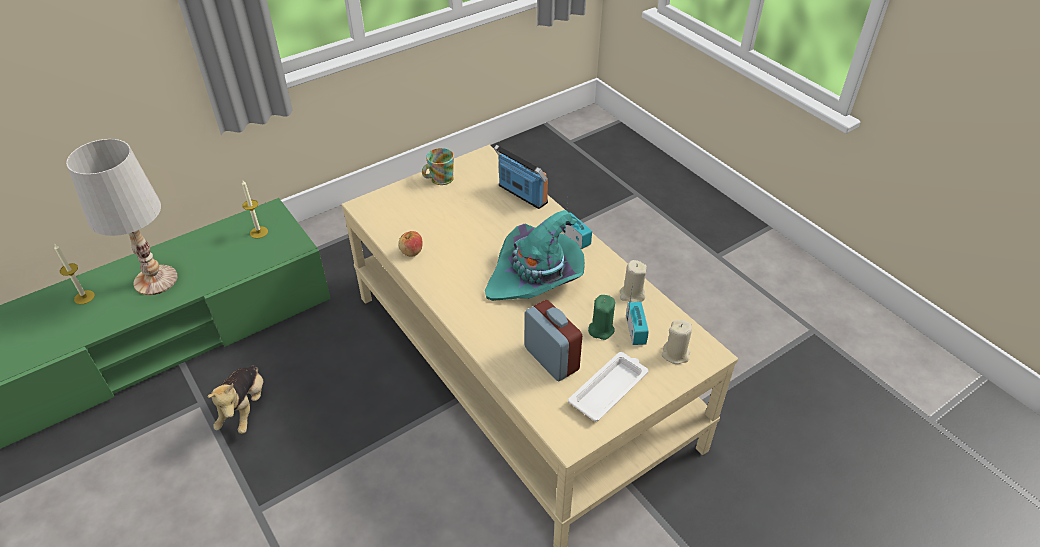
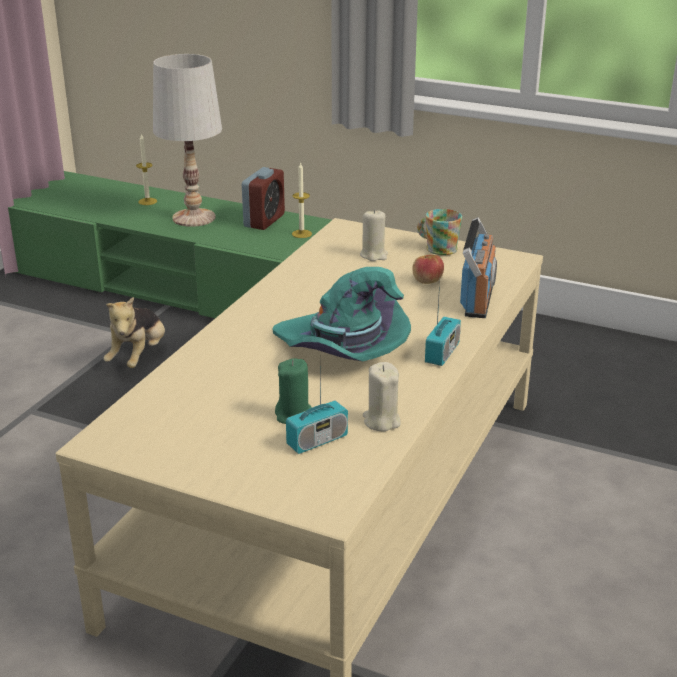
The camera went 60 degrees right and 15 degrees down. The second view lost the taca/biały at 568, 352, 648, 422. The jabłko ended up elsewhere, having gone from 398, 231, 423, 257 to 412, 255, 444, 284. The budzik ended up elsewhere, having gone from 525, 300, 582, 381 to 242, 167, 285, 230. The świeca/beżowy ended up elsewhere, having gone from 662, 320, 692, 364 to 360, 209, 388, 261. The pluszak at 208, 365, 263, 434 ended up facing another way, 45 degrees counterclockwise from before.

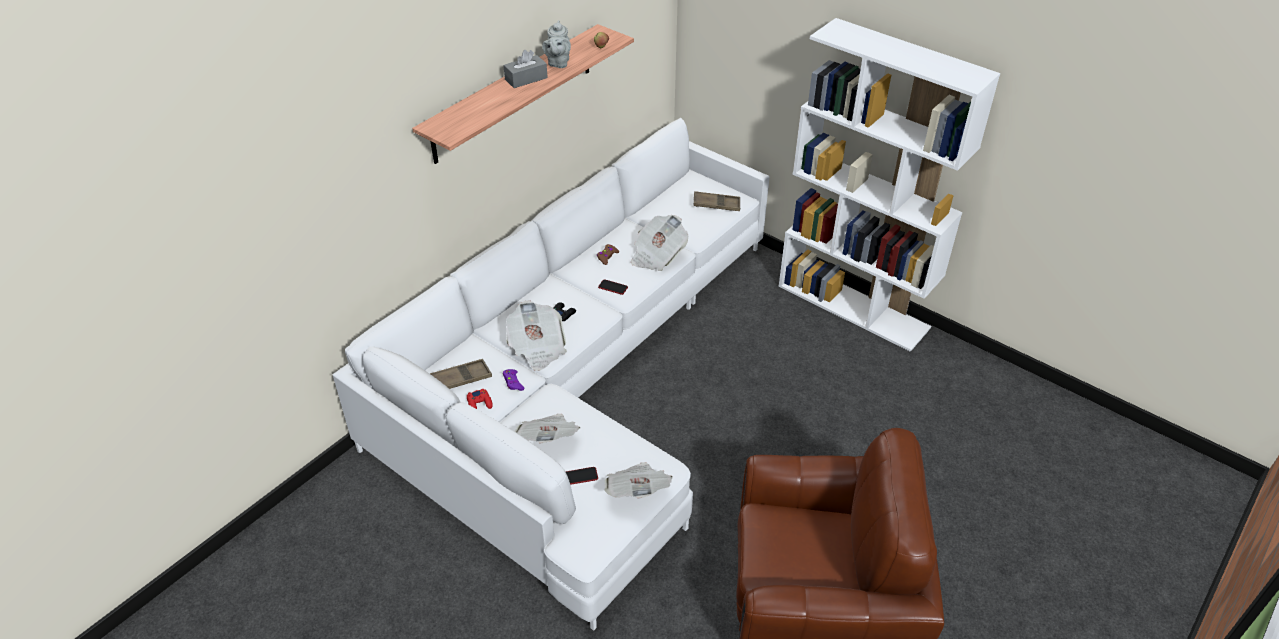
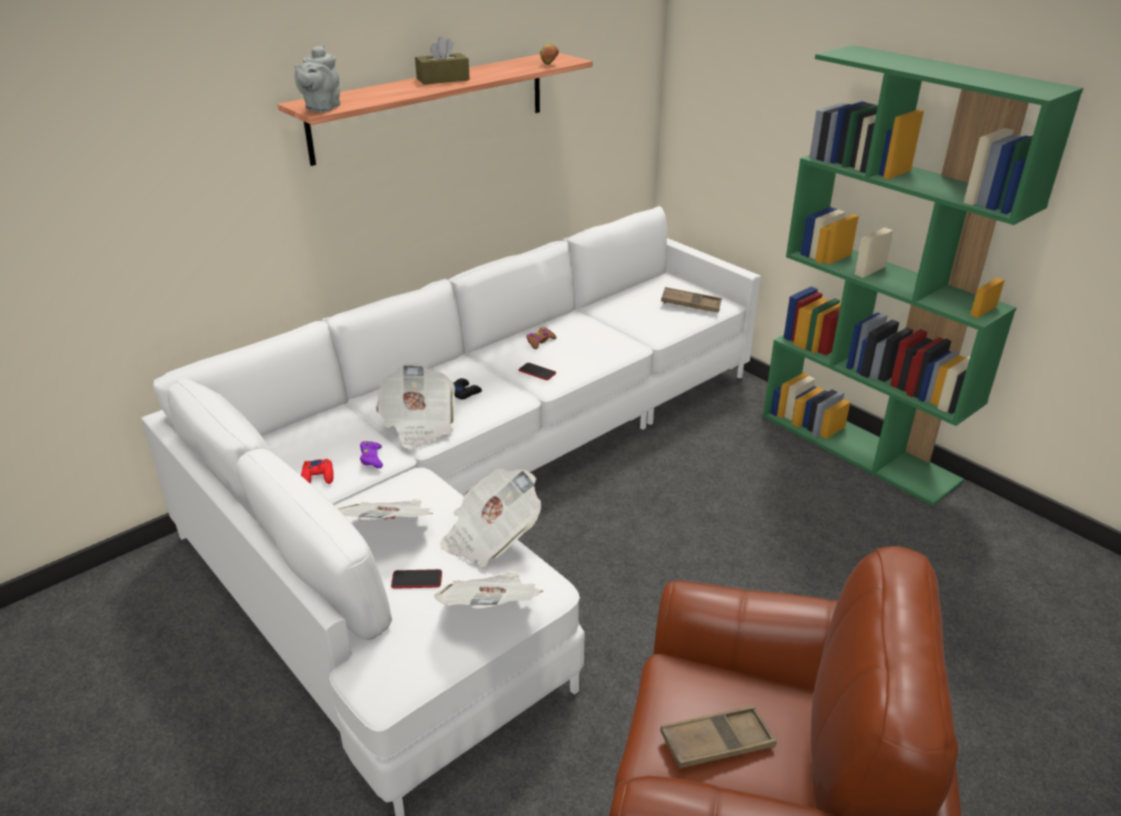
The camera went 10 degrees right and 10 degrees down. The taca/brązowy ended up elsewhere, having gone from 430, 359, 492, 389 to 660, 706, 777, 769. The imbryk/szary ended up elsewhere, having gone from 542, 20, 571, 68 to 294, 45, 340, 112. The gazeta ended up elsewhere, having gone from 631, 215, 688, 271 to 440, 469, 541, 566. What was the pudełko chusteczek/szary at 503, 50, 548, 88 turned into the pudełko chusteczek/brązowy at 415, 36, 470, 85. What was the regał/biały at 778, 18, 1001, 352 turned into the regał/zielony at 763, 45, 1083, 506.

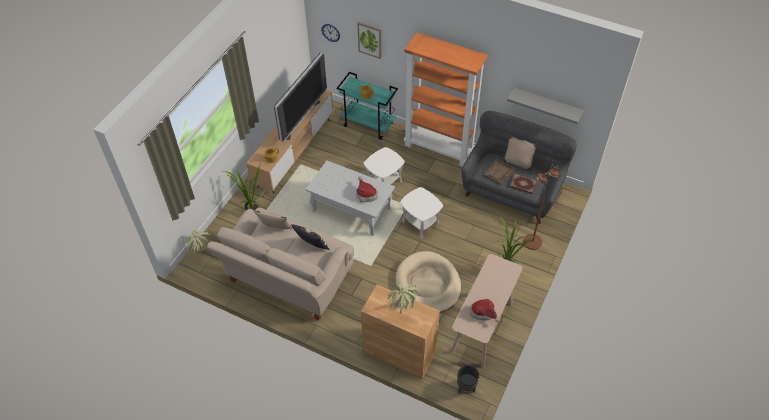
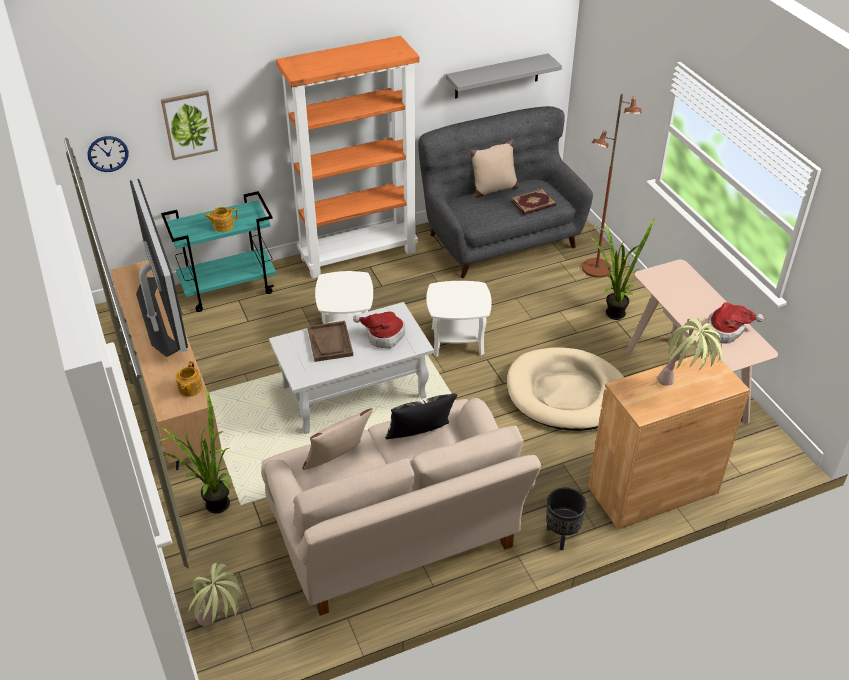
The camera went 50 degrees left and 10 degrees down. The donica/czarny ended up elsewhere, having gone from 457, 365, 479, 394 to 546, 488, 587, 550. The taca/brązowy ended up elsewhere, having gone from 484, 159, 515, 185 to 308, 321, 353, 362.

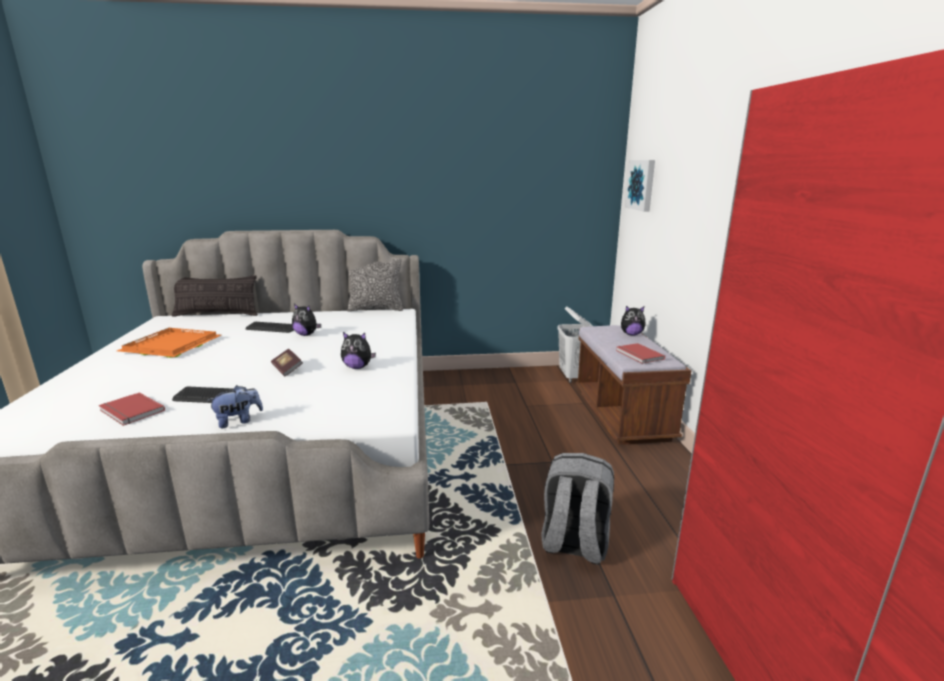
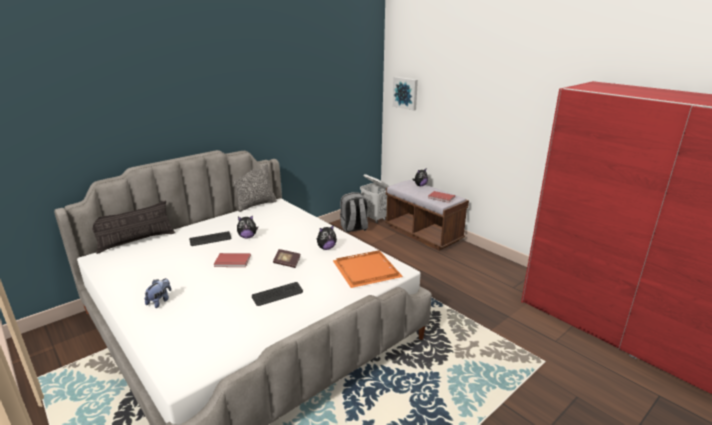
The camera went 35 degrees left and 5 degrees up. The książka/czerwony ended up elsewhere, having gone from 99, 393, 165, 426 to 214, 253, 251, 267. The taca/pomarańczowy ended up elsewhere, having gone from 117, 328, 221, 358 to 333, 250, 403, 288. The pluszak ended up elsewhere, having gone from 207, 385, 263, 428 to 144, 278, 171, 308. The plecak/szary ended up elsewhere, having gone from 541, 453, 614, 565 to 340, 192, 368, 233.

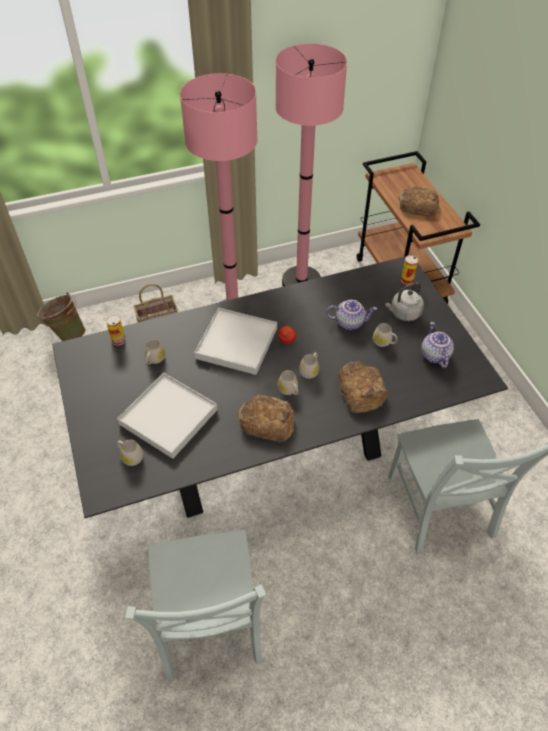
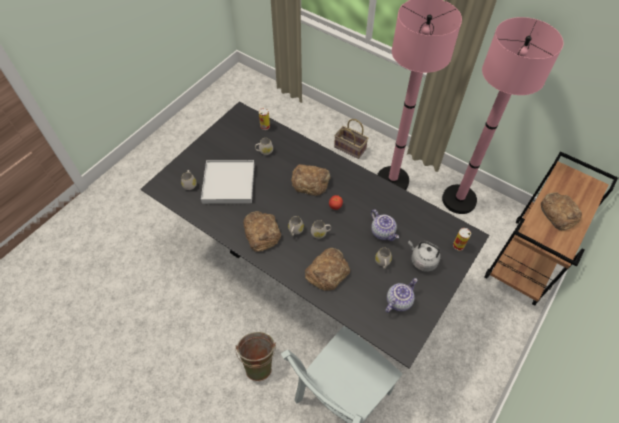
The camera went 55 degrees right and 5 degrees up. The second view lost the krzesło/szary at 125, 530, 266, 680. The wiadro/zielony ended up elsewhere, having gone from 38, 292, 86, 341 to 235, 332, 276, 381. Where the taca/biały stood at 194, 308, 277, 375, the chleb came to stand at 291, 164, 331, 196.

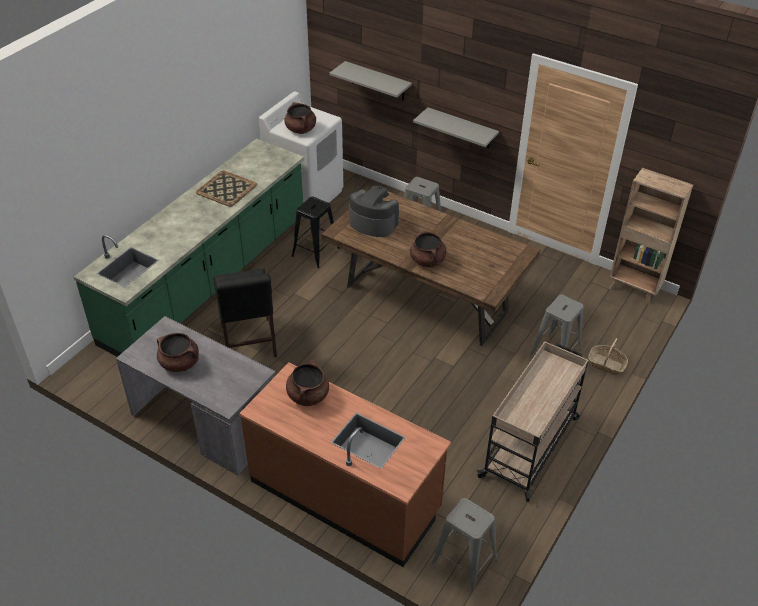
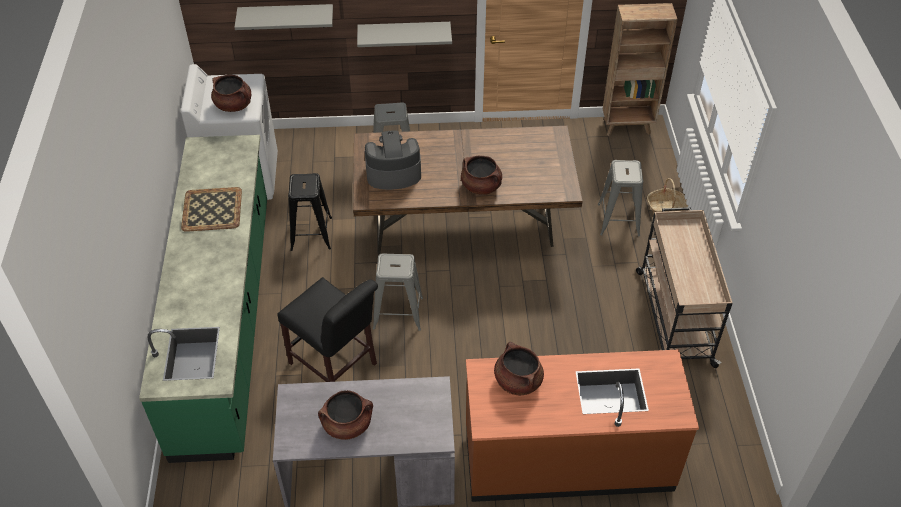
The camera went 35 degrees left and 5 degrees up. The stołek/szary ended up elsewhere, having gone from 431, 498, 498, 593 to 373, 253, 423, 331.

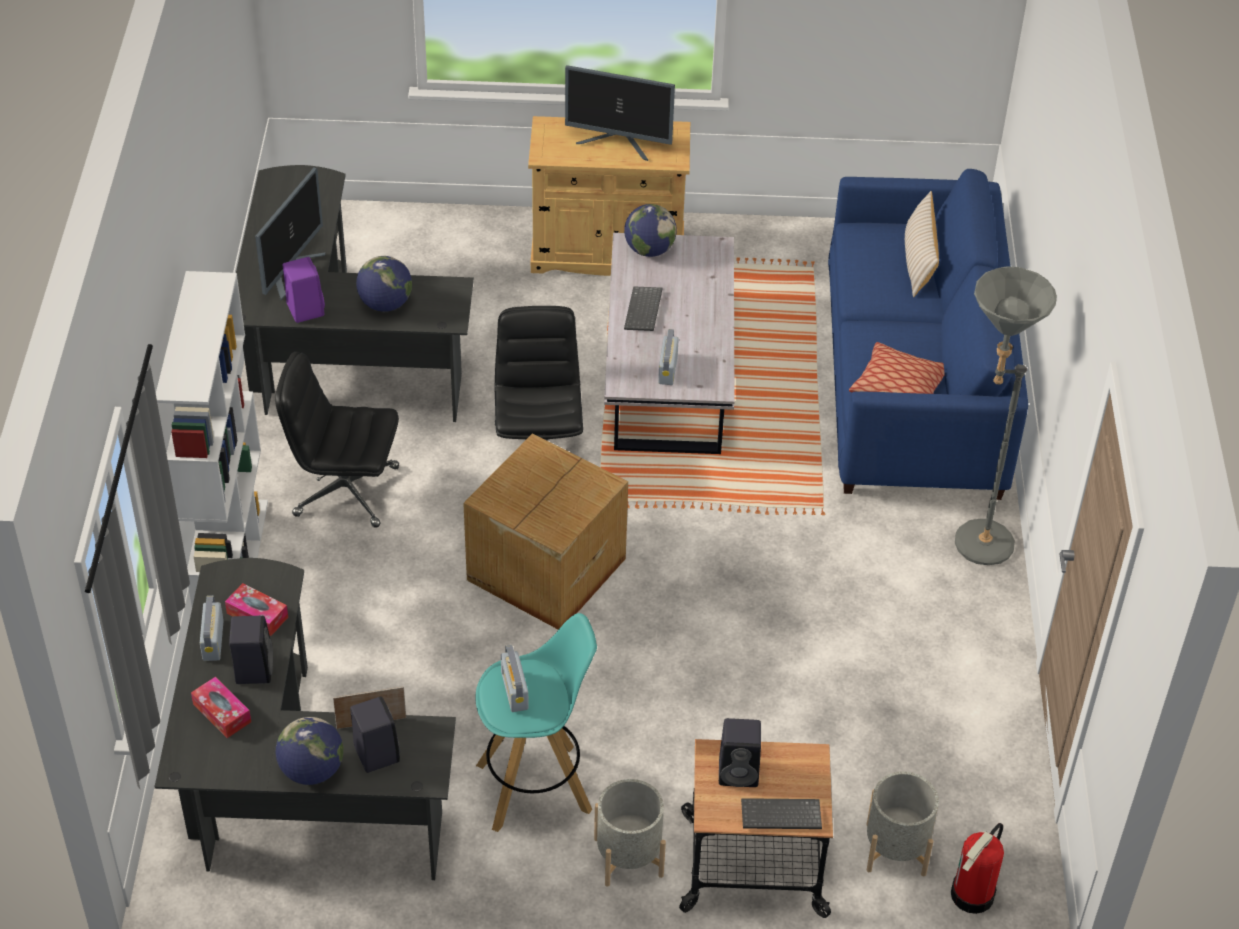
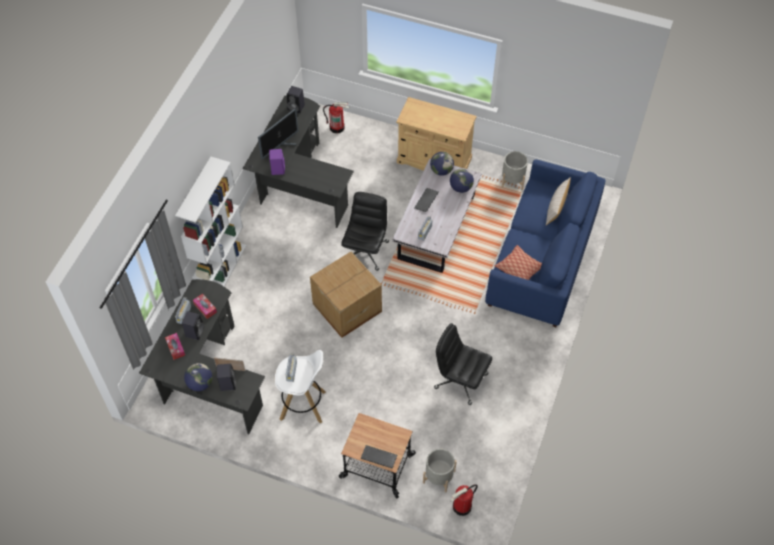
The camera went 20 degrees right and 10 degrees up. The second view lost the monitor at 565, 65, 675, 161. The second view lost the lampa stojąca/szary at 955, 266, 1057, 565. The second view gained the gaśnica at 323, 102, 349, 134. The krzesło biurowe/czarny ended up elsewhere, having gone from 275, 352, 399, 528 to 434, 323, 492, 405. The globus ended up elsewhere, having gone from 356, 256, 412, 312 to 450, 169, 474, 193. The donica/szary ended up elsewhere, having gone from 594, 779, 666, 887 to 502, 151, 528, 190. The głośnik/czarny ended up elsewhere, having gone from 719, 718, 761, 787 to 287, 86, 305, 113. What was the stołek/turkusowy at 476, 613, 597, 832 turned into the stołek/biały at 275, 350, 326, 424.

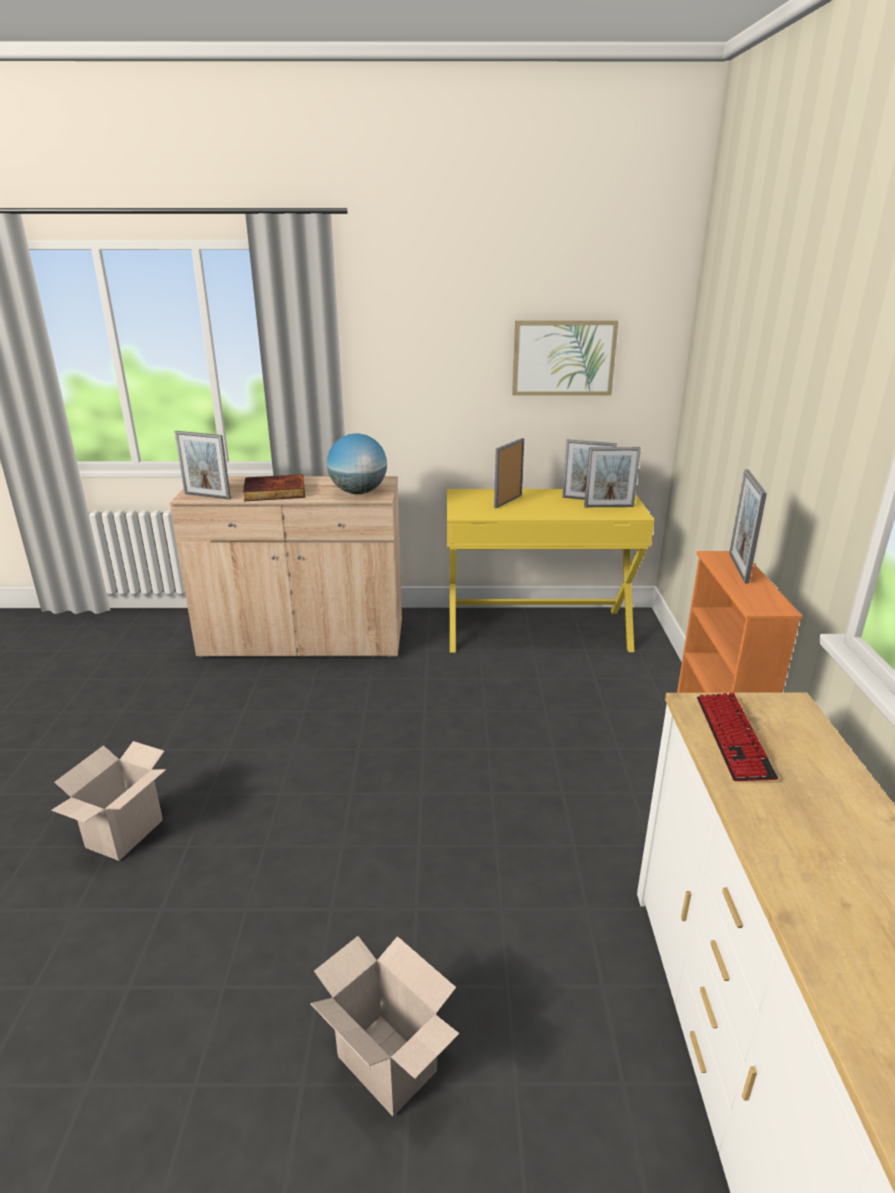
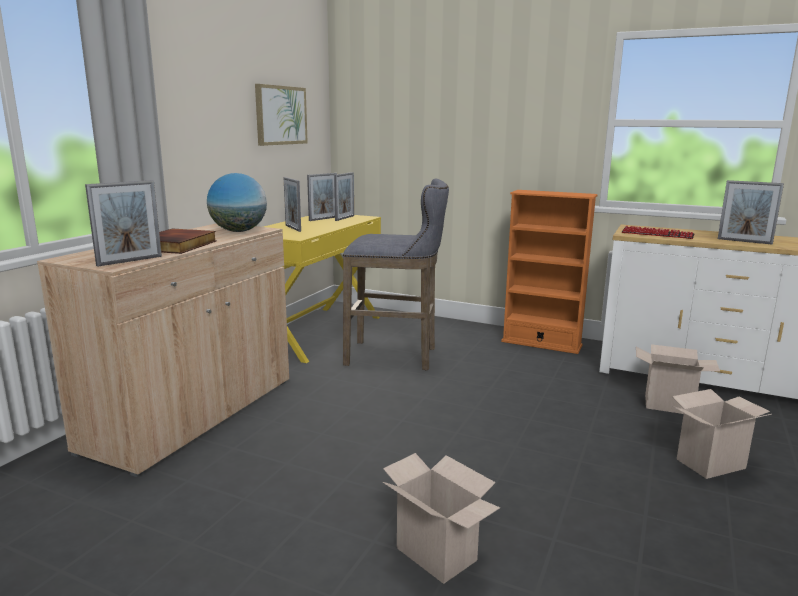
The camera went 65 degrees left and 10 degrees down. The second view gained the stołek/szary at 343, 178, 449, 371. The second view gained the karton at 636, 344, 720, 414. The ramka na zdjęcie ended up elsewhere, having gone from 729, 469, 767, 584 to 718, 180, 784, 245.

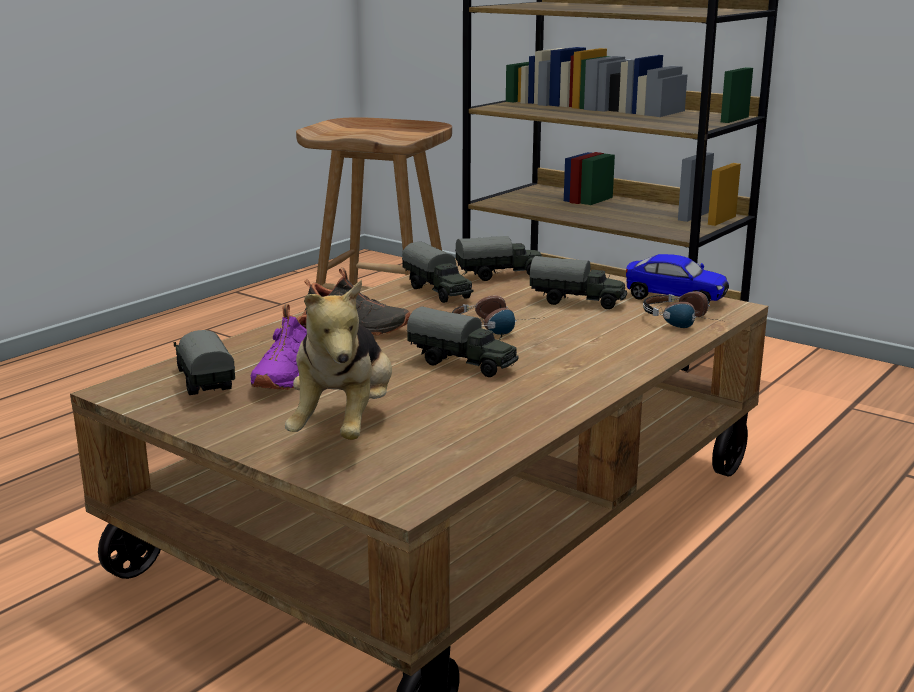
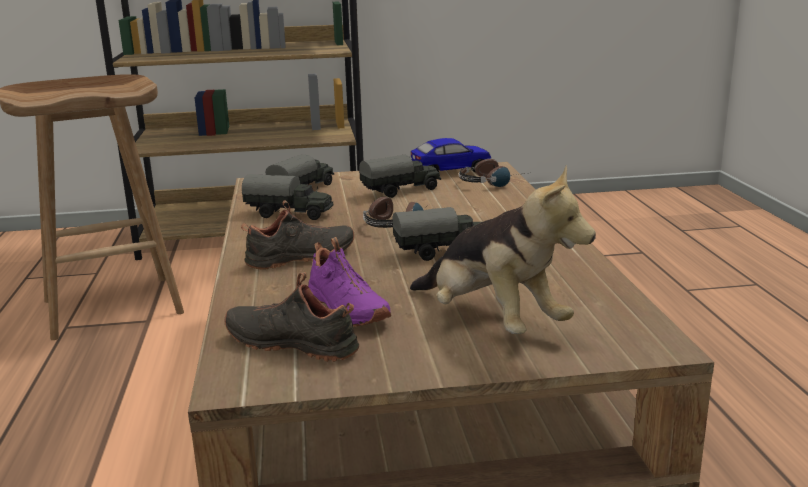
The camera went 45 degrees left and 0 degrees up. Where the ciężarówka zabawkowa stood at 174, 330, 235, 395, the but/czarny came to stand at 224, 272, 359, 362.

